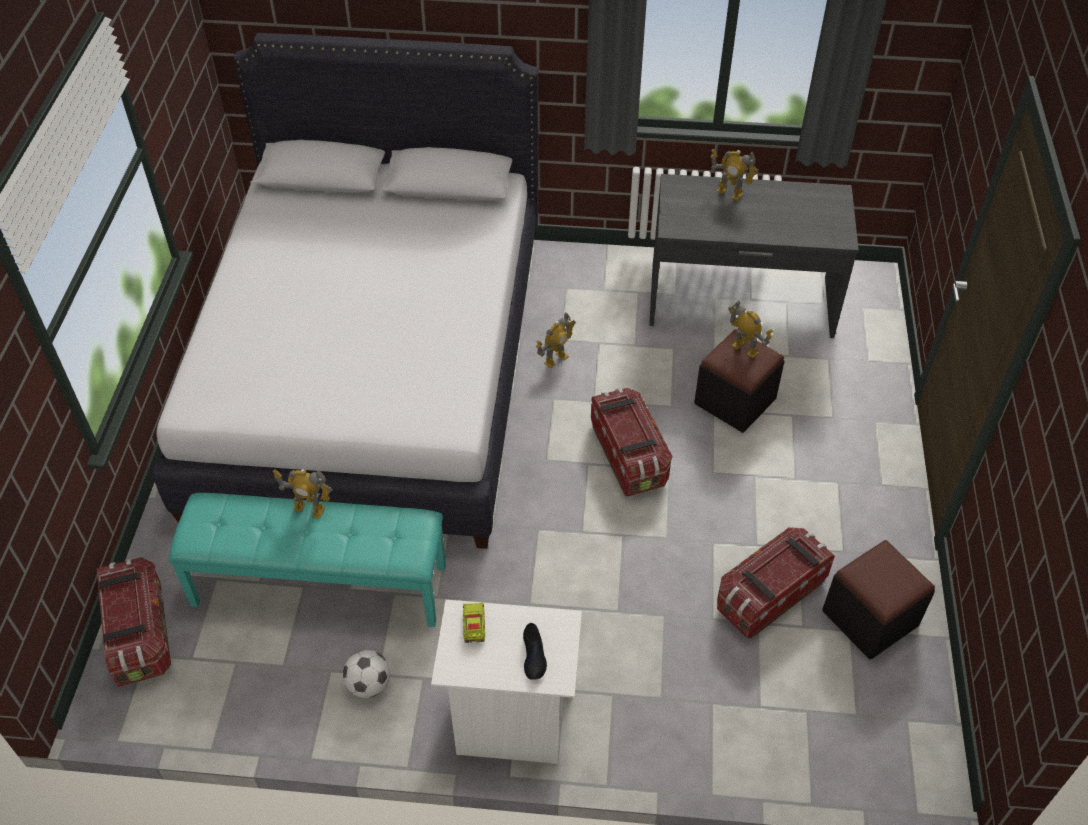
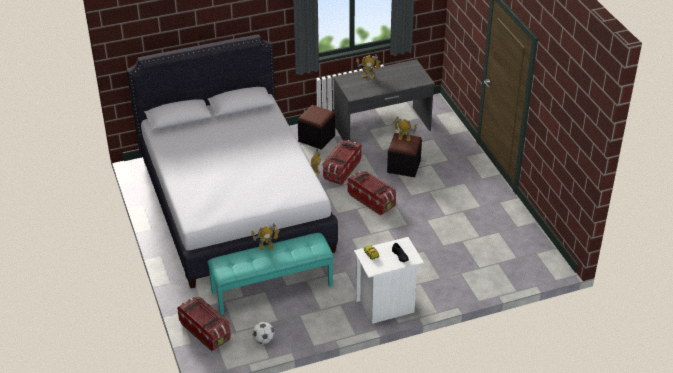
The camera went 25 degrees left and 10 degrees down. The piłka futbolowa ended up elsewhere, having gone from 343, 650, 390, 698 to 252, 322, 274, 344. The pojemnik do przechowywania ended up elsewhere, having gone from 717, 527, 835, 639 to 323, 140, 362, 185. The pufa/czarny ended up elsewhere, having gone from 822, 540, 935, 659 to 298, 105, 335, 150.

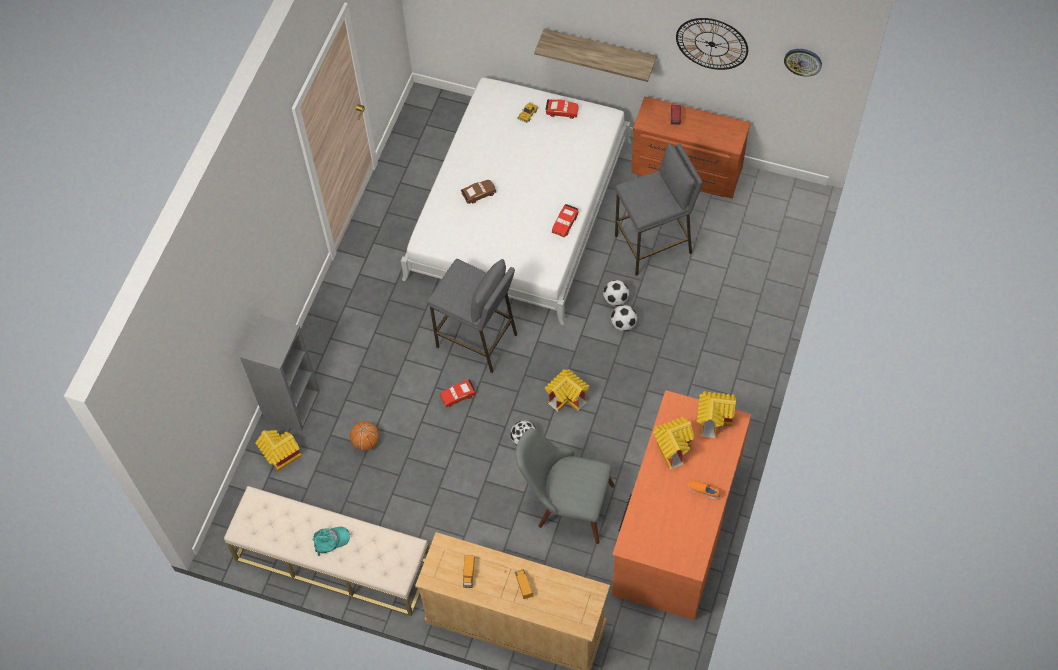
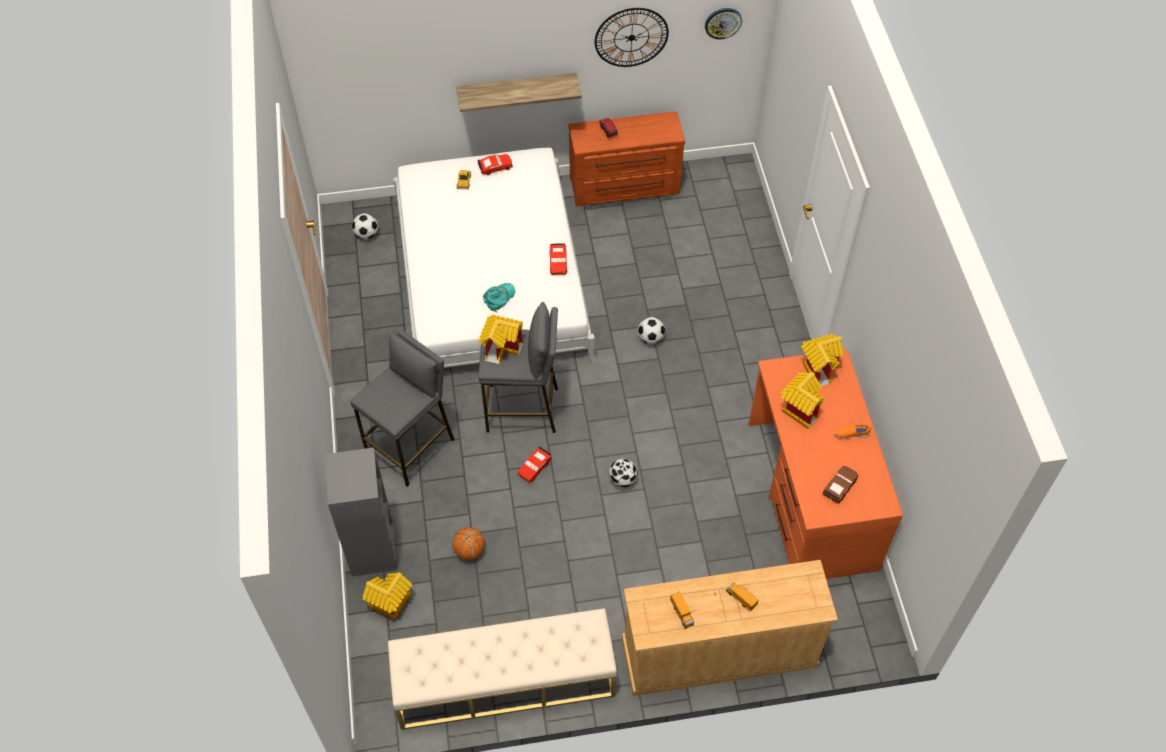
The camera went 30 degrees left and 5 degrees down. The second view lost the krzesło/szary at 516, 428, 615, 544. The czapka z daszkiem/turkusowy ended up elsewhere, having gone from 312, 527, 350, 556 to 483, 283, 515, 312. The samochodzik/brązowy ended up elsewhere, having gone from 461, 180, 496, 204 to 823, 466, 858, 504. The domek ended up elsewhere, having gone from 545, 369, 589, 412 to 478, 314, 523, 364. The piłka futbolowa ended up elsewhere, having gone from 603, 280, 629, 306 to 352, 213, 378, 239. The stołek/szary ended up elsewhere, having gone from 615, 143, 703, 276 to 350, 330, 455, 487.

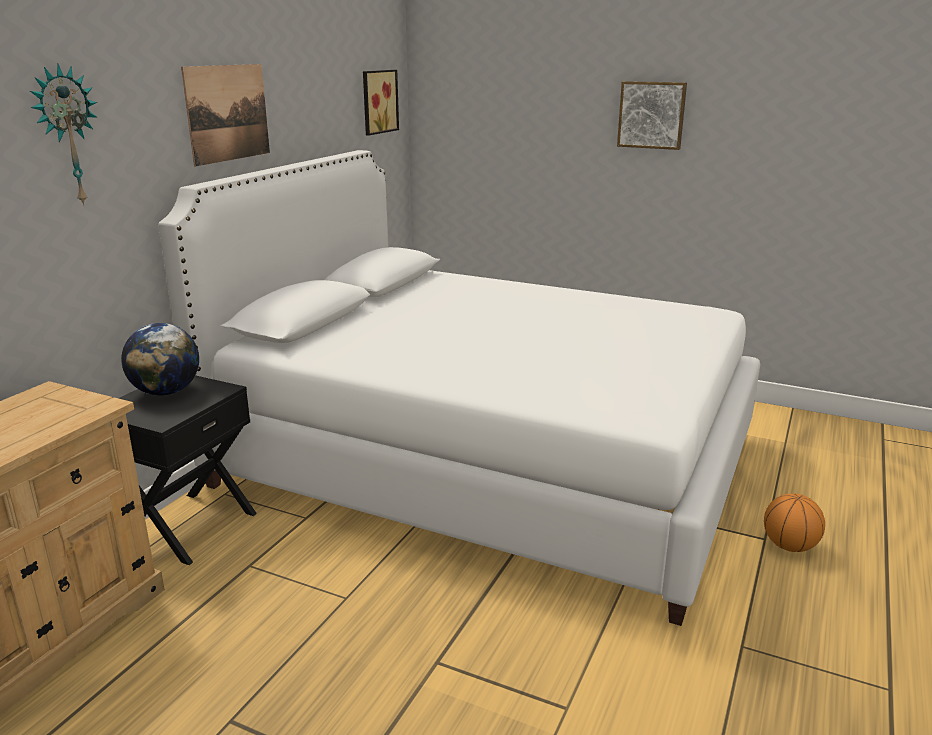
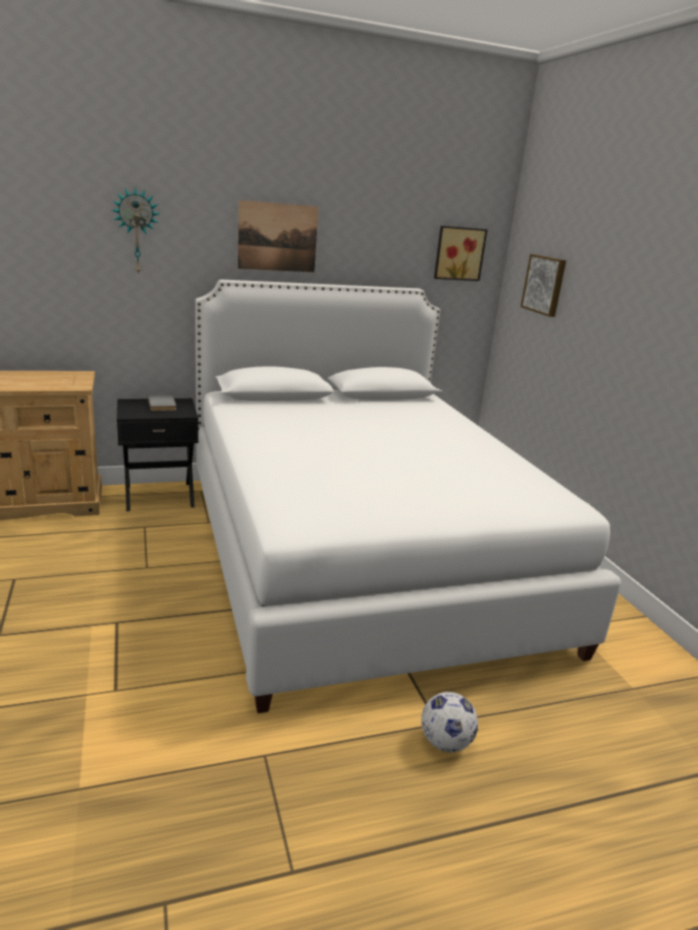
The camera went 45 degrees right and 0 degrees up. The obraz ended up elsewhere, having gone from 617, 81, 687, 150 to 521, 254, 566, 317. Where the globus stood at 121, 323, 199, 396, the książka/szary came to stand at 148, 395, 176, 411. Where the piłka do koszykówki stood at 764, 494, 825, 552, the piłka futbolowa came to stand at 421, 692, 478, 752.

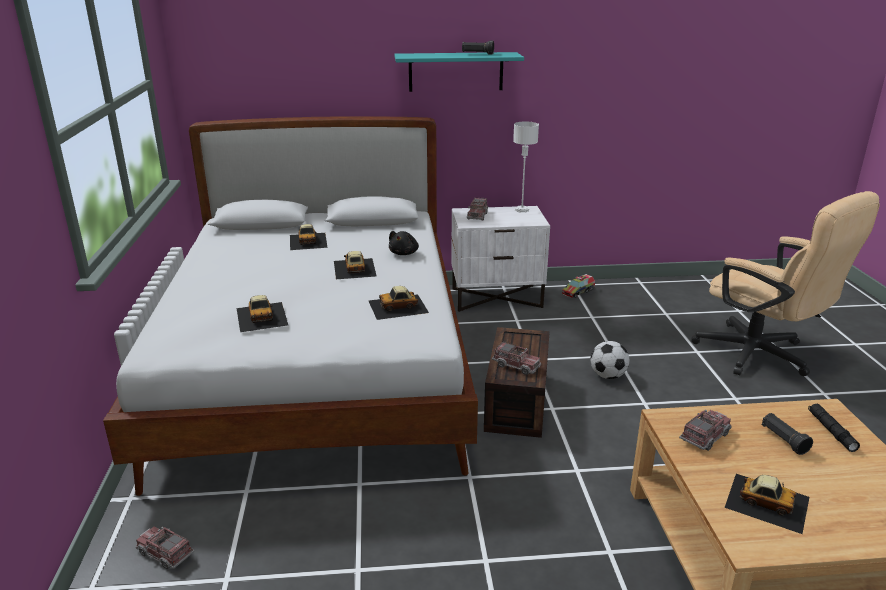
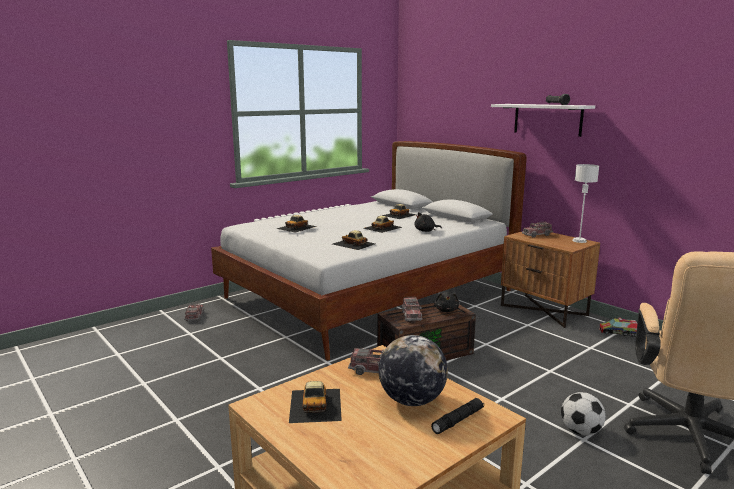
The camera went 55 degrees right and 10 degrees down. The second view gained the pluszak/czarny at 434, 292, 459, 312. The piłka futbolowa ended up elsewhere, having gone from 590, 341, 629, 379 to 561, 392, 606, 435. Where the latarka/czarny stood at 762, 413, 813, 455, the globus came to stand at 378, 335, 448, 406. What was the półka/turkusowy at 394, 52, 524, 92 turned into the półka/biały at 491, 104, 595, 137. What was the szafka nocna/biały at 451, 206, 550, 312 turned into the szafka nocna/brązowy at 501, 232, 600, 328.

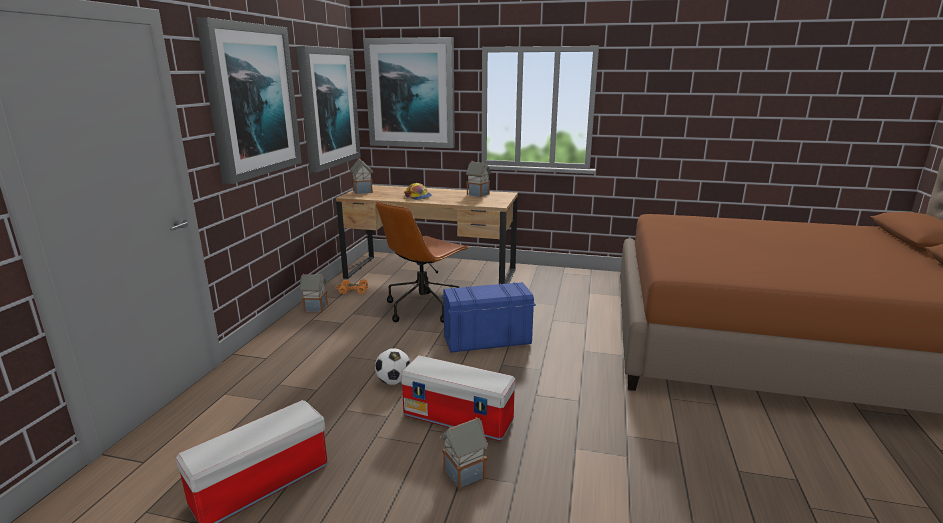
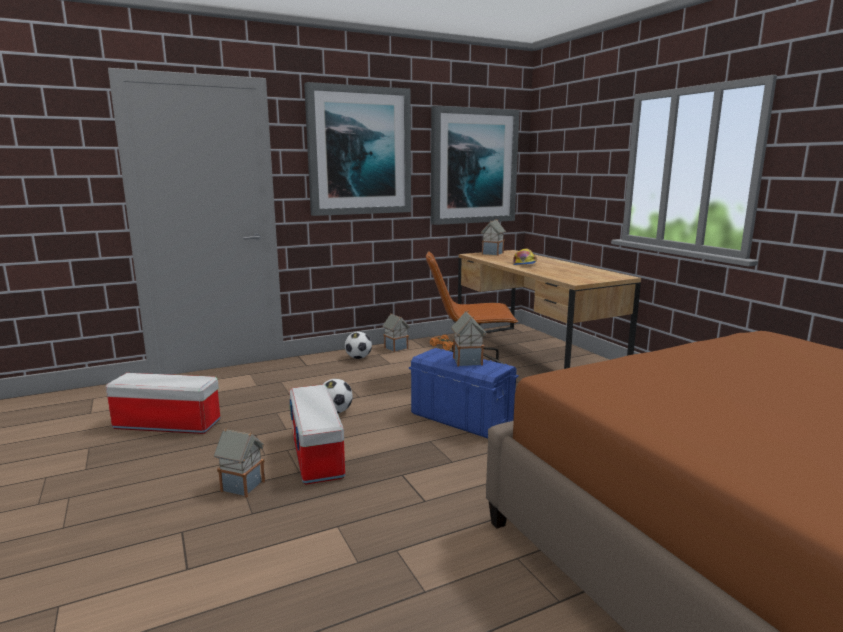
The camera went 50 degrees right and 5 degrees down. The second view lost the obraz at 363, 37, 455, 148. The second view gained the piłka futbolowa at 345, 332, 372, 359. The domek ended up elsewhere, having gone from 466, 161, 491, 197 to 451, 311, 487, 367.

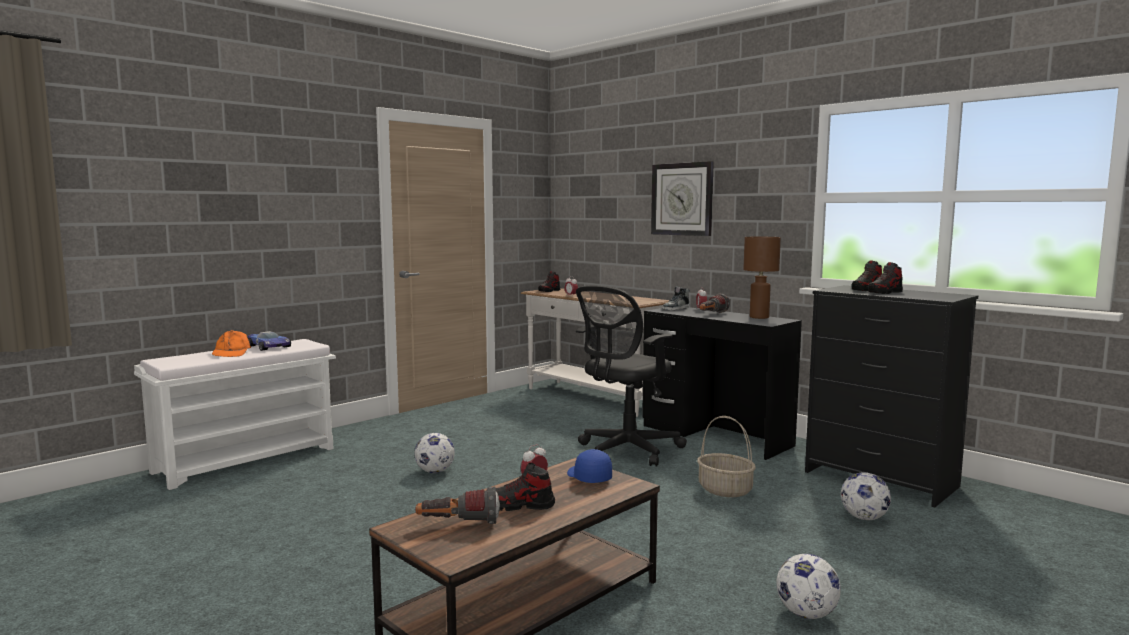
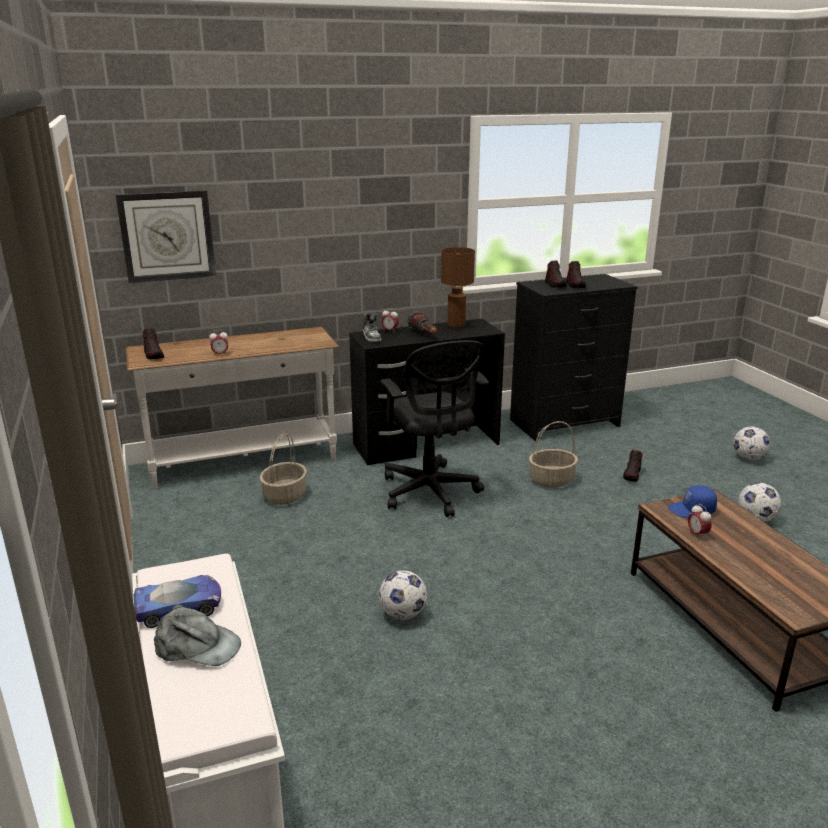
The camera went 65 degrees left and 15 degrees up. The second view lost the latarka at 415, 486, 500, 524. The second view gained the koszyk at 260, 434, 307, 505. The but ended up elsewhere, having gone from 486, 463, 555, 511 to 623, 450, 643, 482. The zegar ścienny ended up elsewhere, having gone from 651, 161, 714, 236 to 116, 190, 216, 283. The piłka futbolowa ended up elsewhere, having gone from 841, 472, 891, 520 to 733, 426, 770, 460. What was the czapka z daszkiem/pomarańczowy at 212, 330, 251, 357 turned into the czapka z daszkiem/szary at 154, 607, 241, 666.

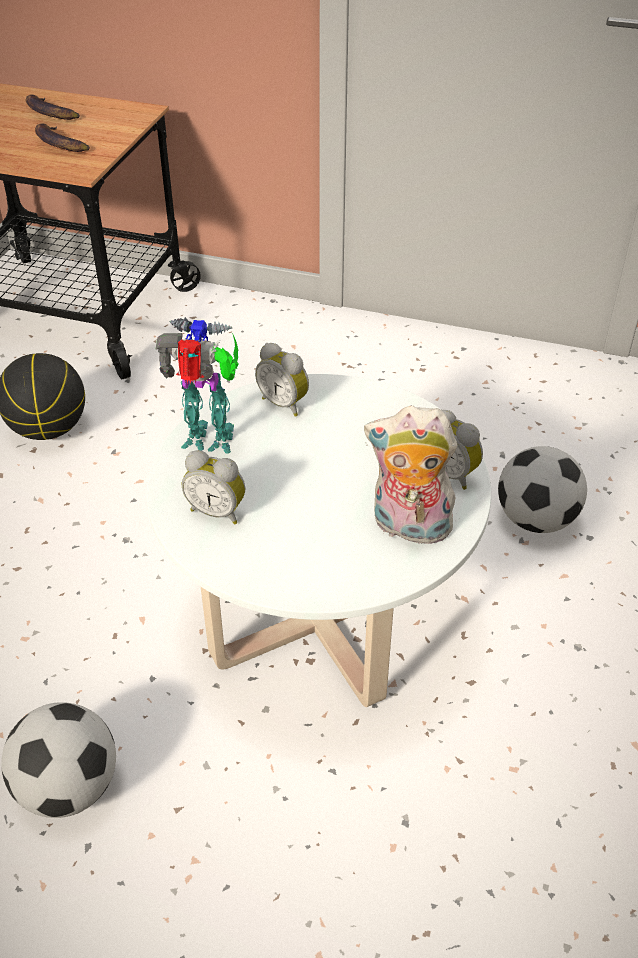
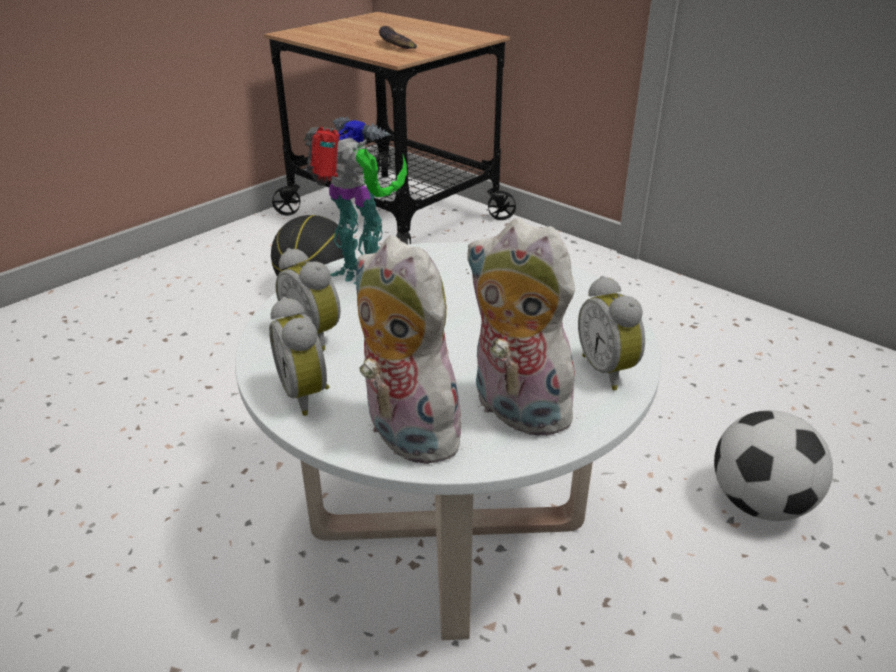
The camera went 25 degrees right and 10 degrees down. The second view lost the piłka futbolowa at 1, 702, 116, 818. The second view lost the banan at 26, 94, 80, 120. The second view gained the pluszak at 356, 236, 472, 464. The budzik ended up elsewhere, having gone from 255, 343, 309, 417 to 269, 297, 329, 416.

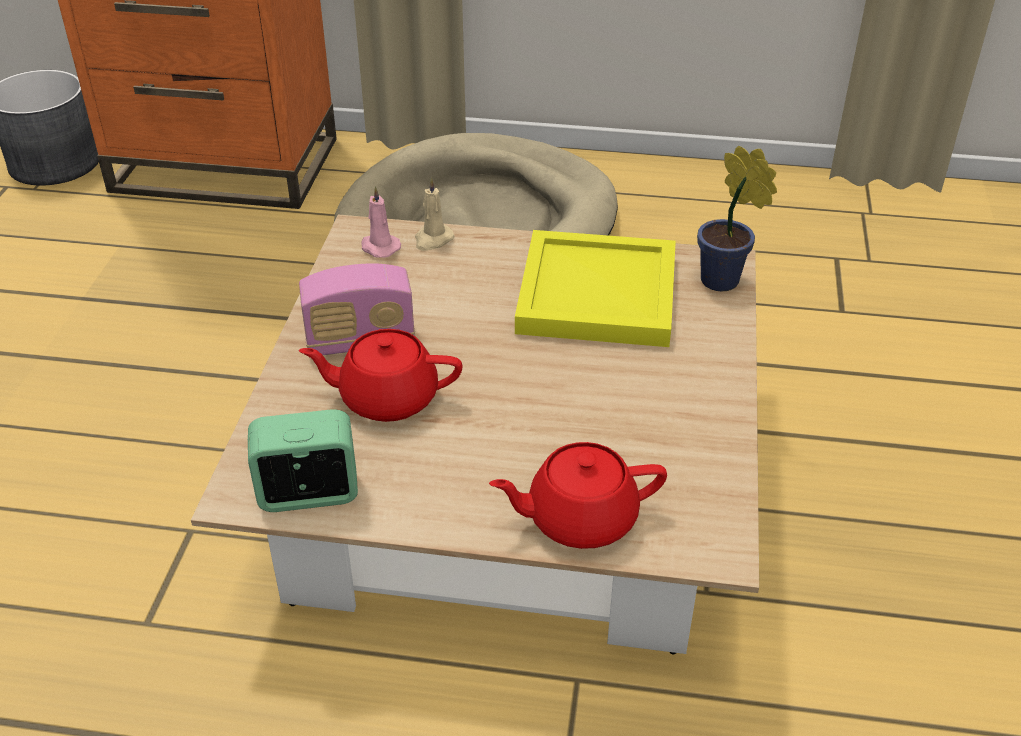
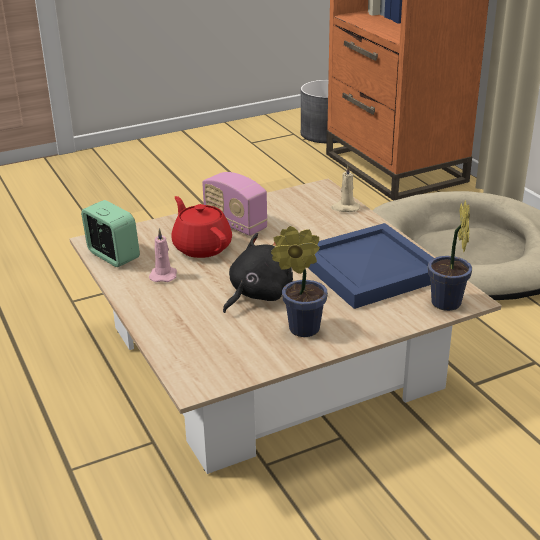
The camera went 55 degrees right and 10 degrees down. The second view lost the imbryk/czerwony at 489, 442, 667, 549. The second view gained the pluszak/czarny at 223, 233, 293, 313. The second view gained the roślina doniczkowa at 271, 226, 328, 337. The świeca/różowy ended up elsewhere, having gone from 361, 186, 401, 258 to 149, 228, 177, 282. What was the taca/żółty at 515, 230, 676, 347 turned into the taca/niebieski at 308, 223, 434, 309.

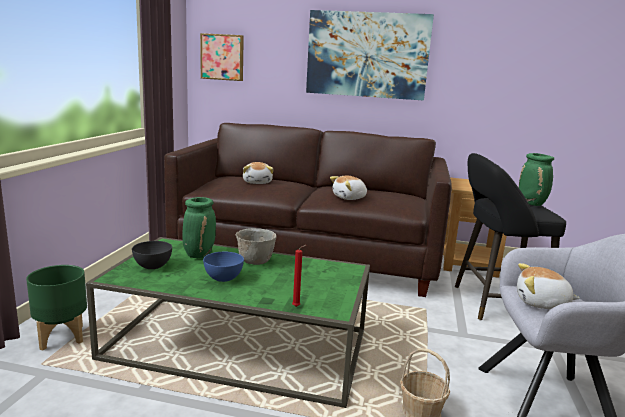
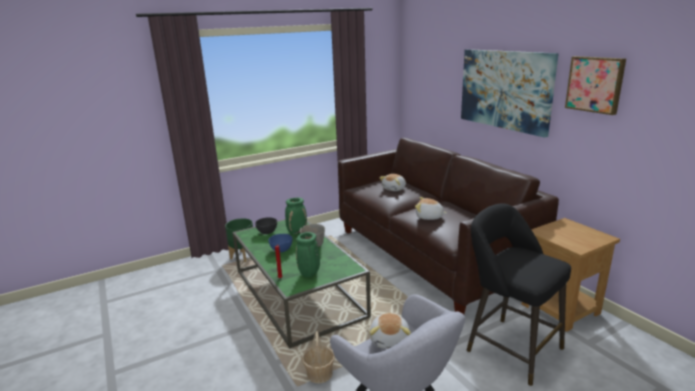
The camera went 50 degrees right and 5 degrees up. The obraz ended up elsewhere, having gone from 200, 33, 244, 81 to 565, 56, 626, 115. The wazon/zielony ended up elsewhere, having gone from 518, 153, 554, 206 to 296, 232, 320, 277. The pluszak at 517, 263, 580, 309 ended up facing another way, 150 degrees counterclockwise from before.

